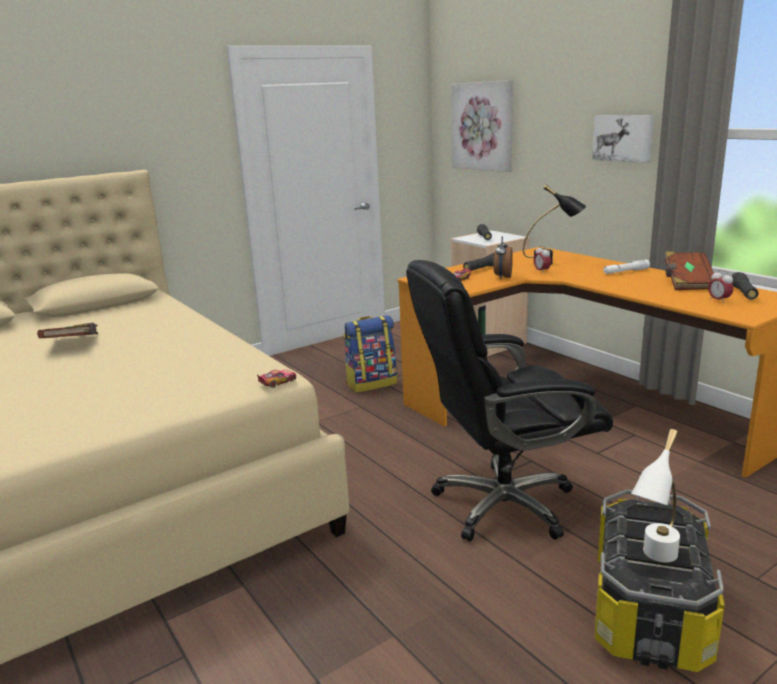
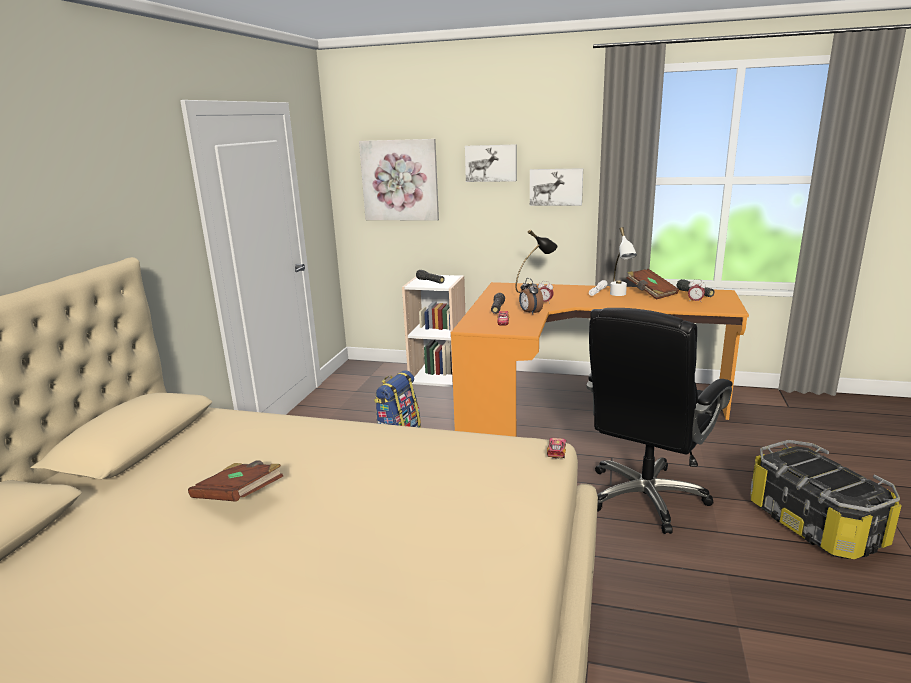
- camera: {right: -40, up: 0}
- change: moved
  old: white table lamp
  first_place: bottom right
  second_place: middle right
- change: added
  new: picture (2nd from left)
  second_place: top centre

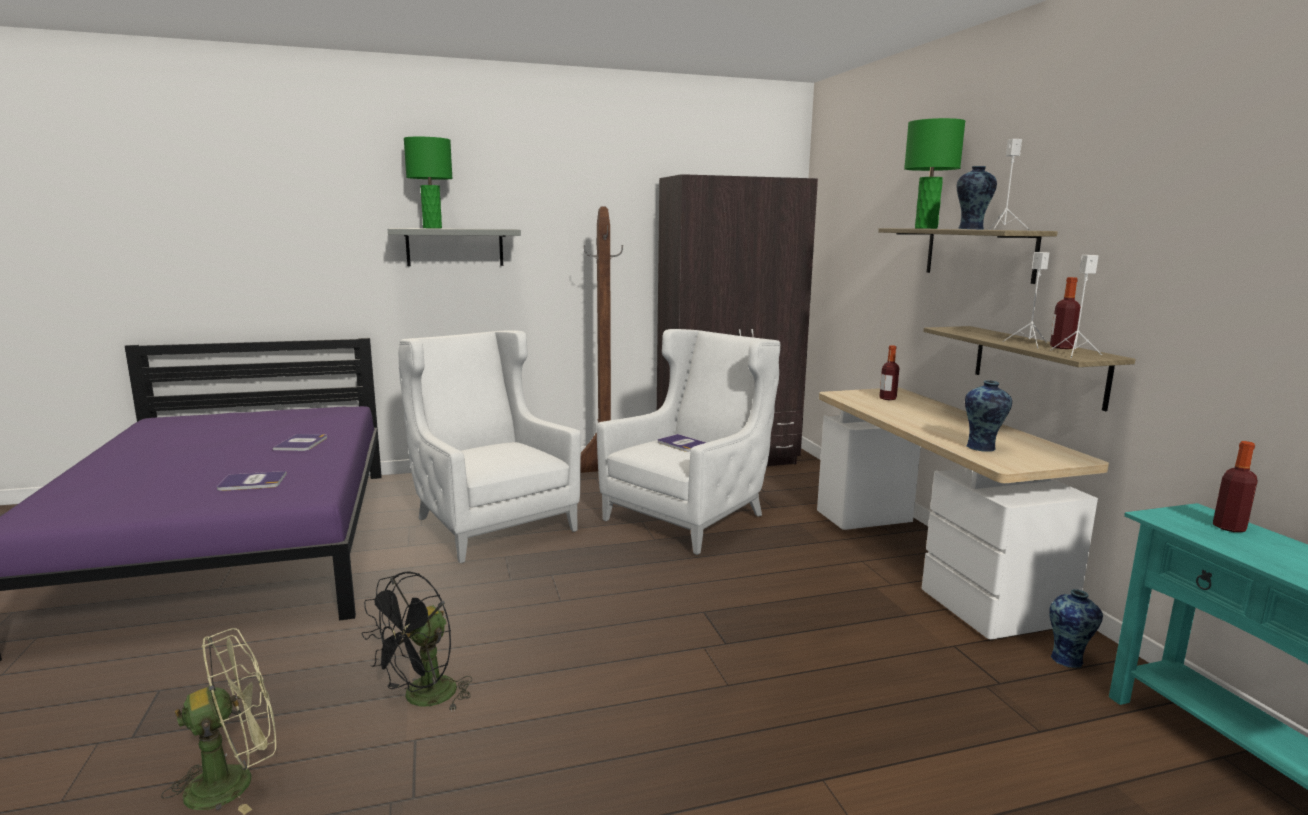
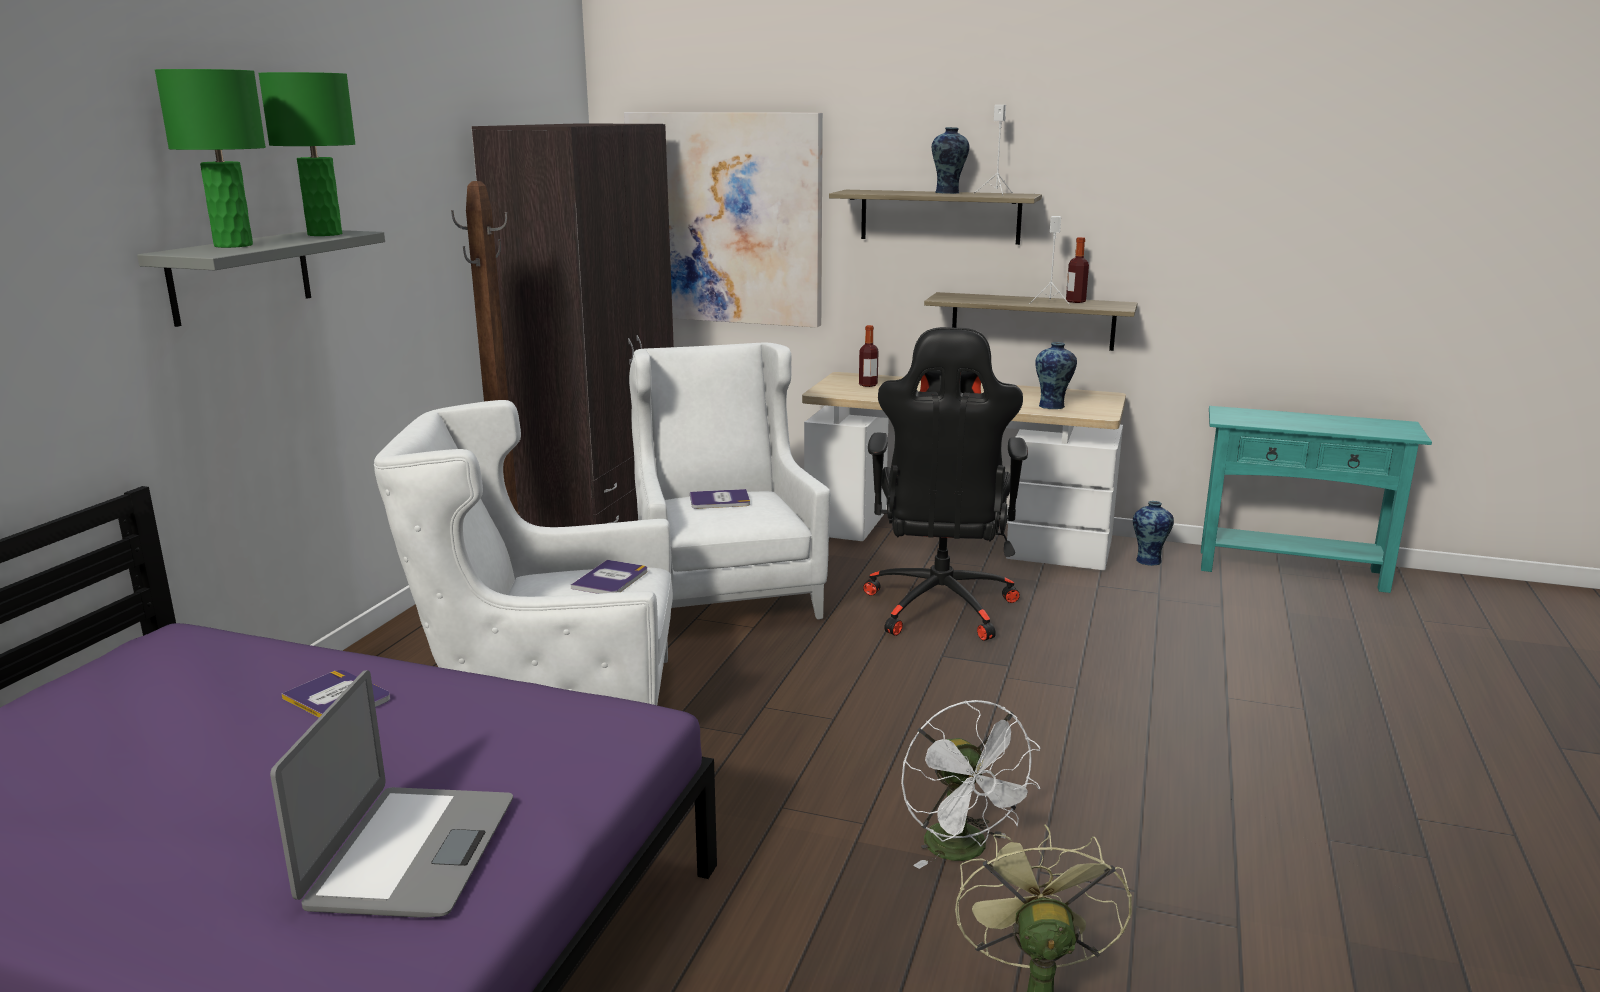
- camera: {right: -55, up: 5}
- change: moved
  old: book (1st from left in the first image)
  new: book (2nd from left)
  first_place: middle left
  second_place: centre
- change: recoloured
  old: black fan
  new: white fan
  first_place: bottom left
  second_place: bottom centre
- change: moved
  old: green table lamp (2nd from left)
  first_place: top right
  second_place: top left
- change: removed
  old: white speaker (3rd from left)
  first_place: middle right
- change: removed
  old: bottle (3rd from left)
  first_place: middle right
- change: added
  new: laptop
  second_place: bottom left
- change: added
  new: picture
  second_place: top centre
- change: added
  new: black office chair
  second_place: centre

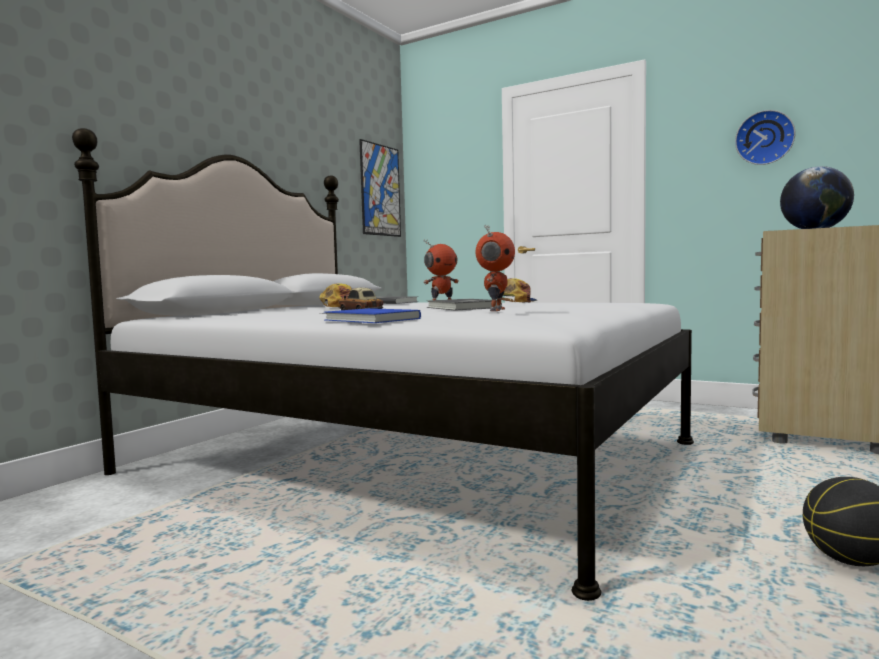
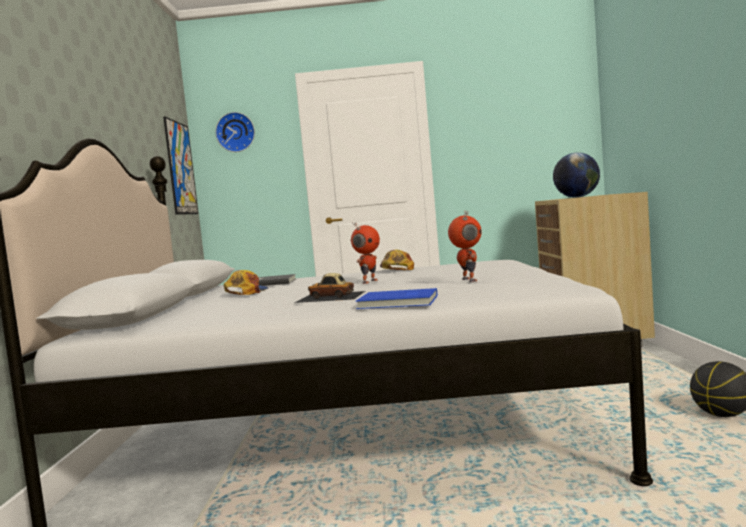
- camera: {right: -30, up: 0}
- change: removed
  old: grey book (2nd from left)
  first_place: centre
- change: moved
  old: wall clock
  first_place: top right
  second_place: top left

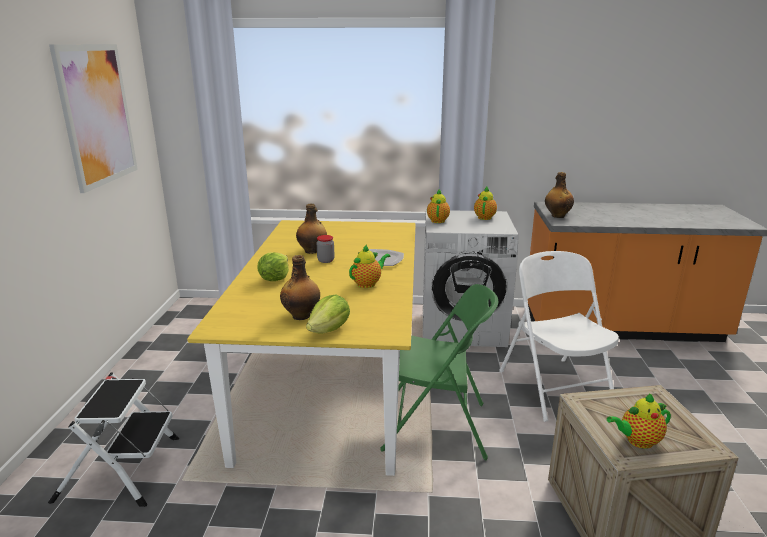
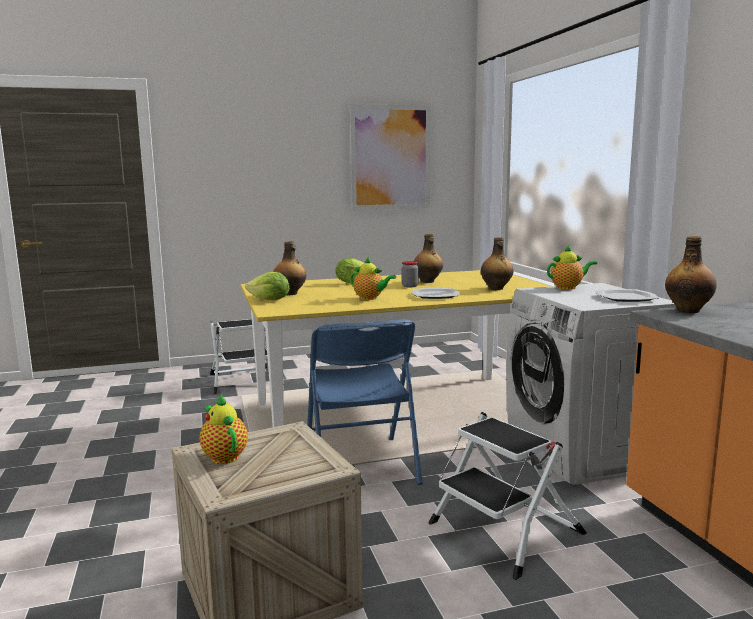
- camera: {right: 70, up: -10}
- change: recoloured
  old: green chair
  new: blue chair
  first_place: bottom centre
  second_place: centre
- change: replaced
  old: teapot (3rd from left)
  new: plate (2nd from left)
  first_place: centre
  second_place: middle right
- change: replaced
  old: white chair
  new: step ladder (2nd from left)
  first_place: middle right
  second_place: bottom right
- change: added
  new: bottle (3rd from left)
  second_place: centre

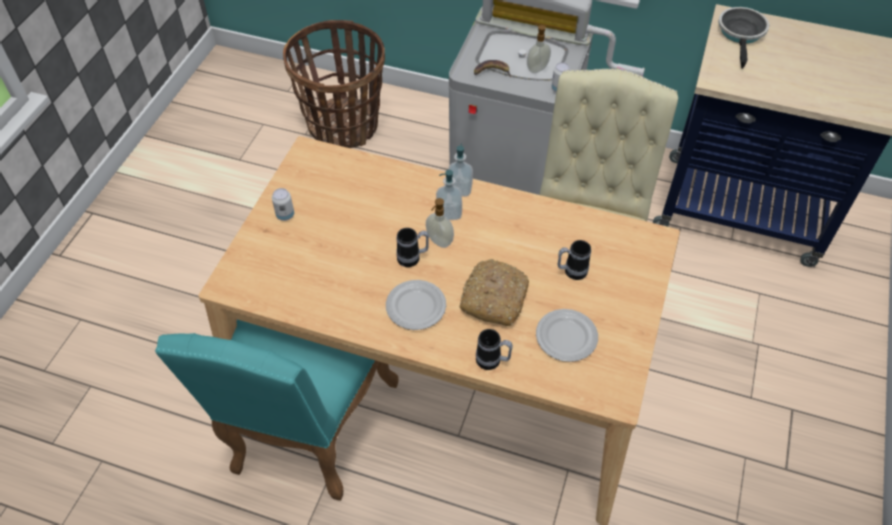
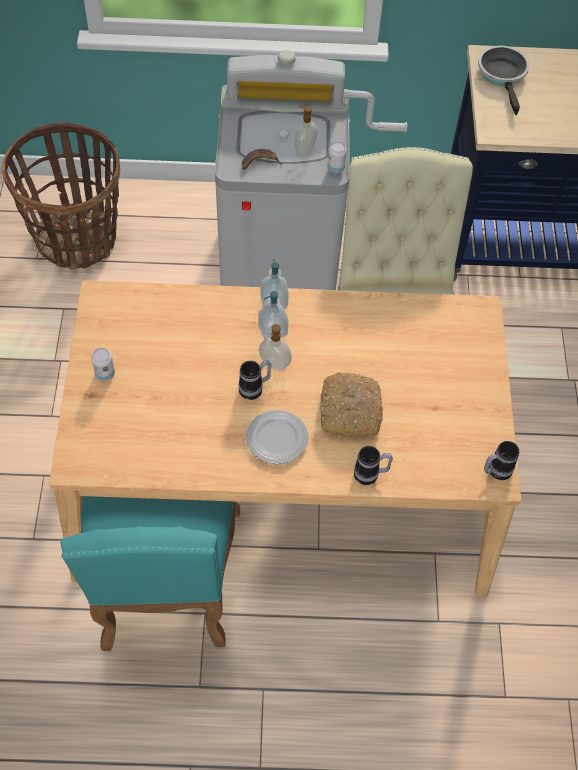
- camera: {right: -20, up: 5}
- change: removed
  old: plate (2nd from left)
  first_place: centre
- change: moved
  old: mug (3rd from left)
  first_place: centre
  second_place: middle right

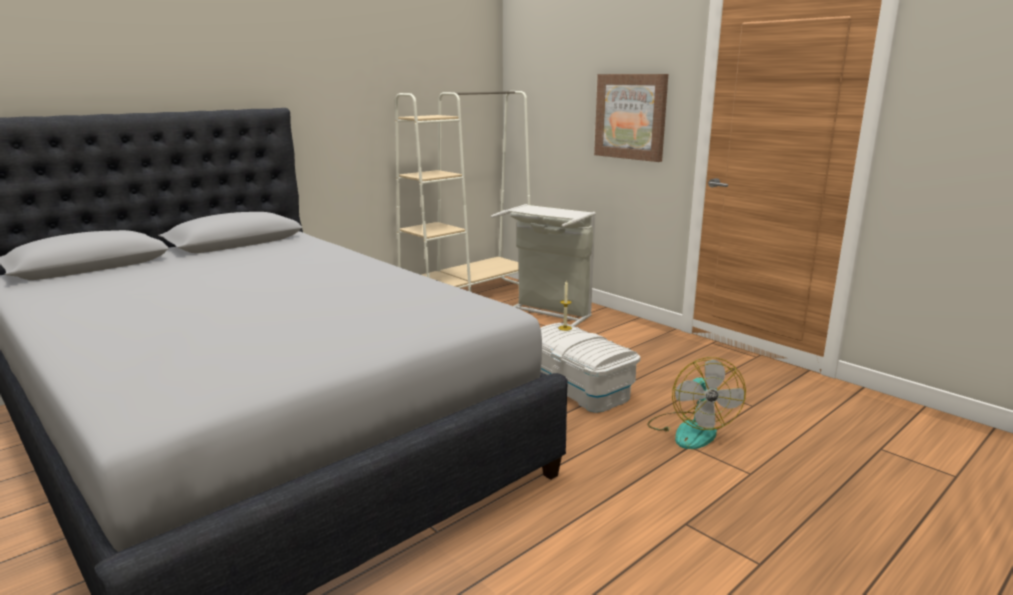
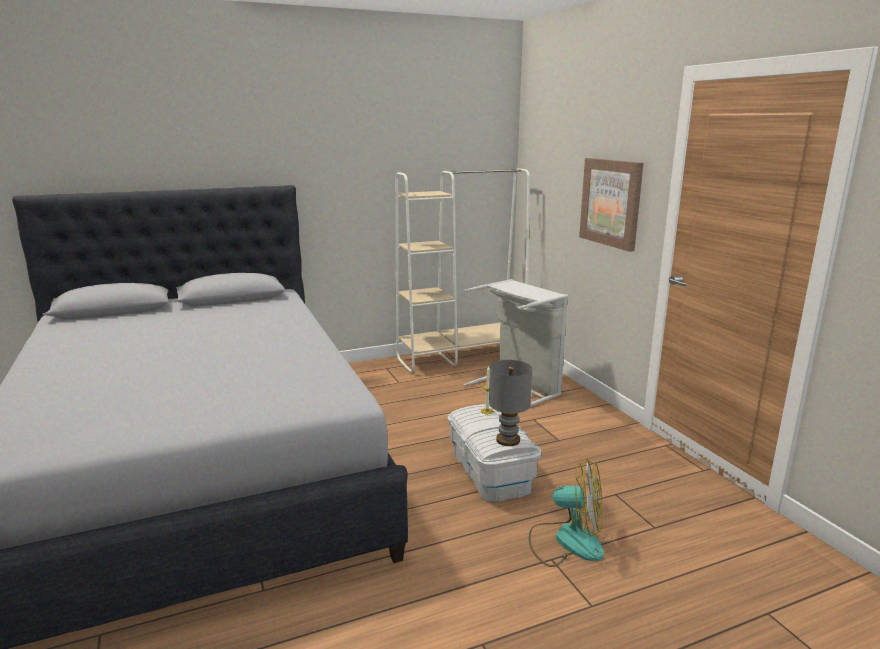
- camera: {right: 20, up: 0}
- change: turned
  old: fan
  first_place: bottom right
  second_place: bottom centre
  degrees: -90
- change: added
  new: grey table lamp
  second_place: centre

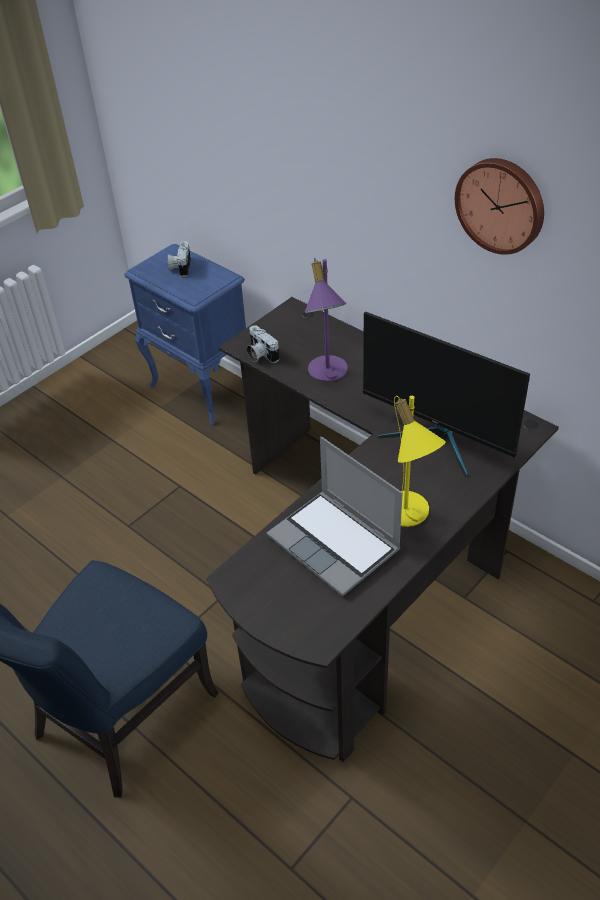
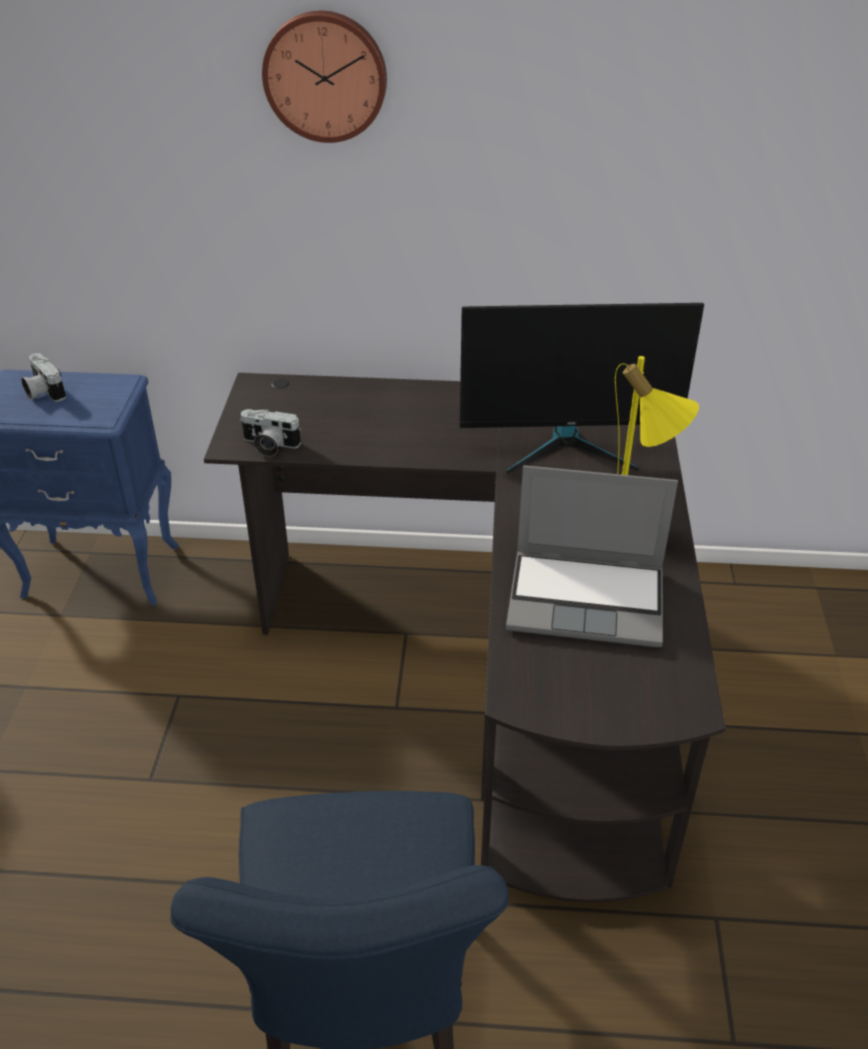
- camera: {right: -40, up: -5}
- change: removed
  old: purple table lamp
  first_place: centre
- change: moved
  old: wall clock
  first_place: top right
  second_place: top centre

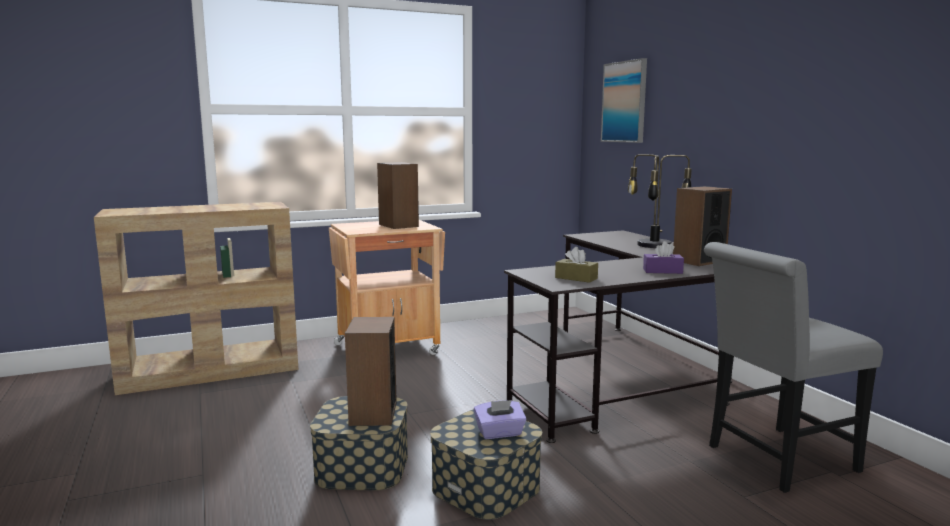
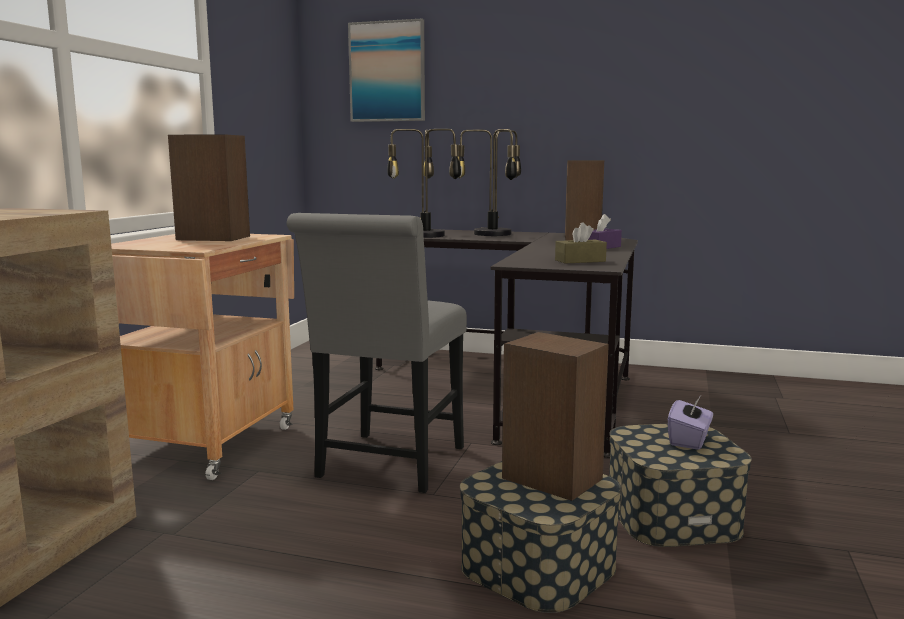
- camera: {right: -50, up: 0}
- change: moved
  old: grey chair
  first_place: bottom right
  second_place: centre
- change: added
  new: table lamp (1st from left)
  second_place: top centre

